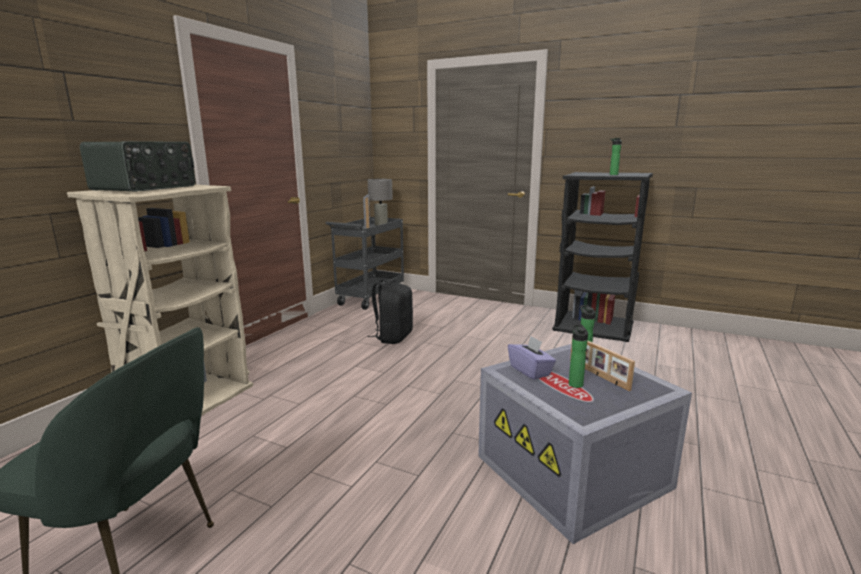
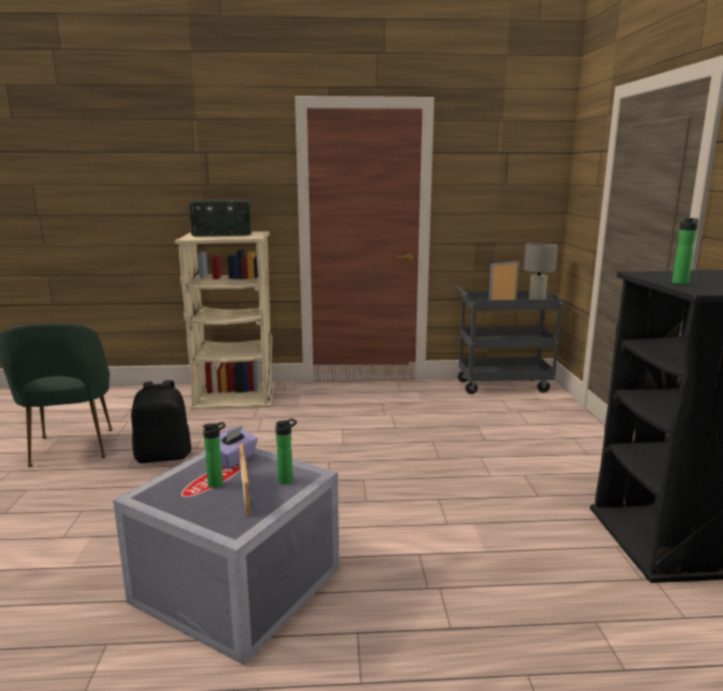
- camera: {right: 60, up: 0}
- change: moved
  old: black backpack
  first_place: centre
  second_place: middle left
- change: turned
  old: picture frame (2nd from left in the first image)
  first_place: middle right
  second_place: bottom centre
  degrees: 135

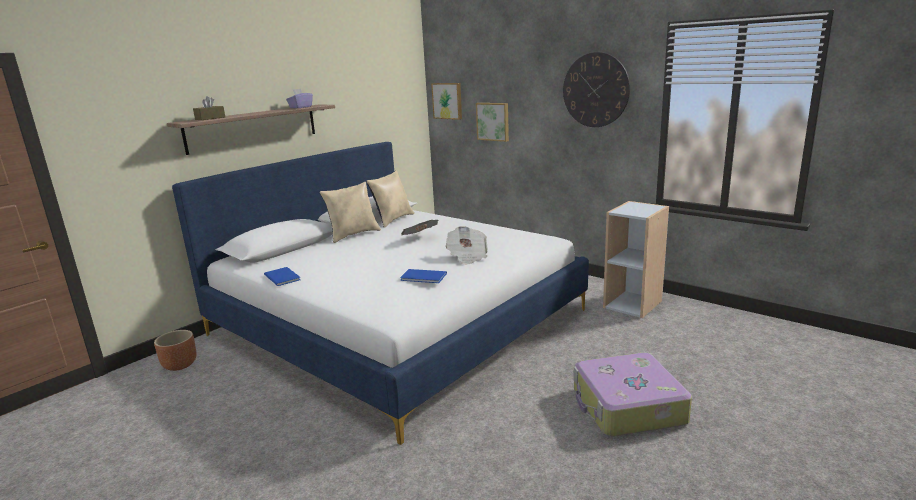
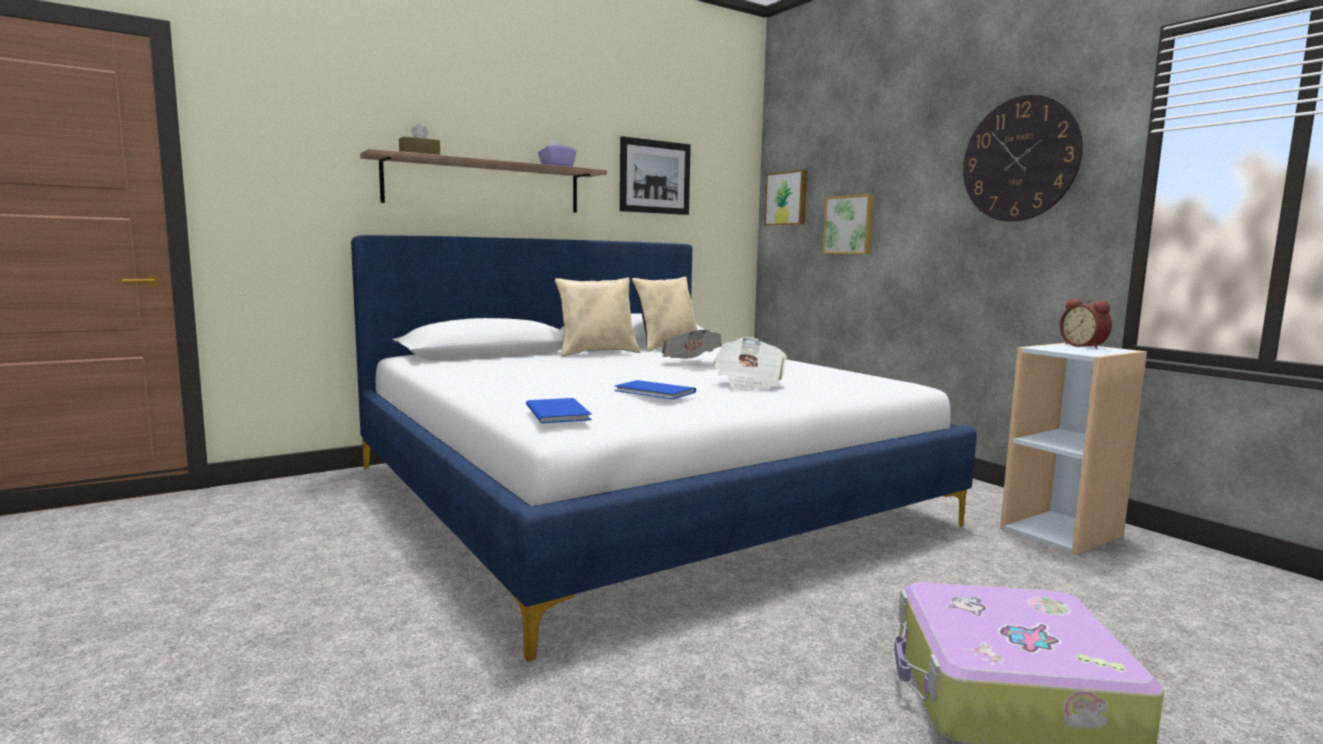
- camera: {right: 15, up: -10}
- change: removed
  old: brown planter
  first_place: bottom left
- change: moved
  old: blue book (1st from left)
  first_place: middle left
  second_place: centre
- change: added
  new: picture (1st from left)
  second_place: top centre
- change: added
  new: alarm clock
  second_place: middle right

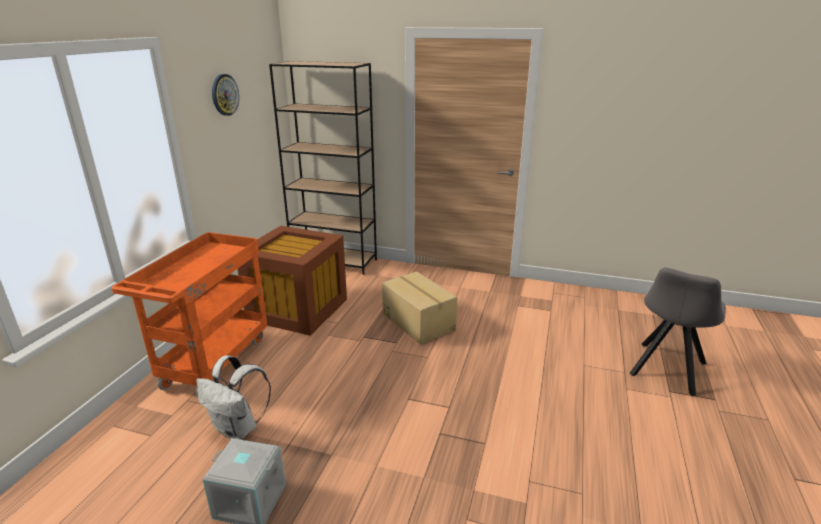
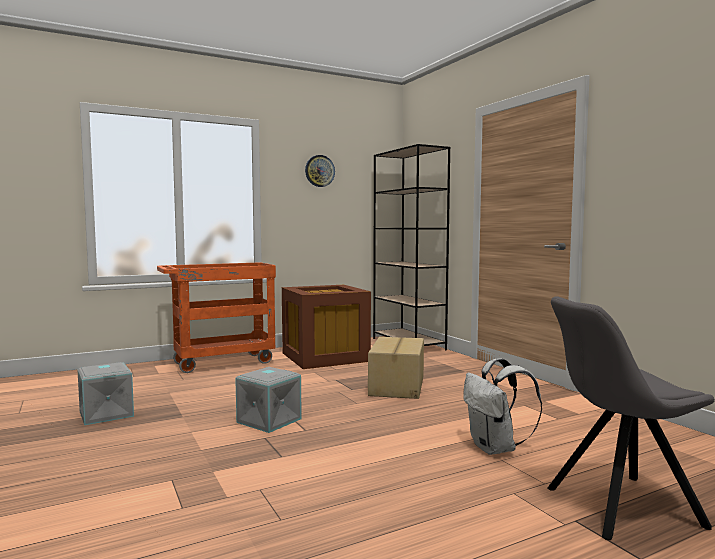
- camera: {right: 45, up: -20}
- change: moved
  old: white backpack
  first_place: bottom left
  second_place: bottom right
- change: added
  new: grey storage box (2nd from left)
  second_place: bottom centre

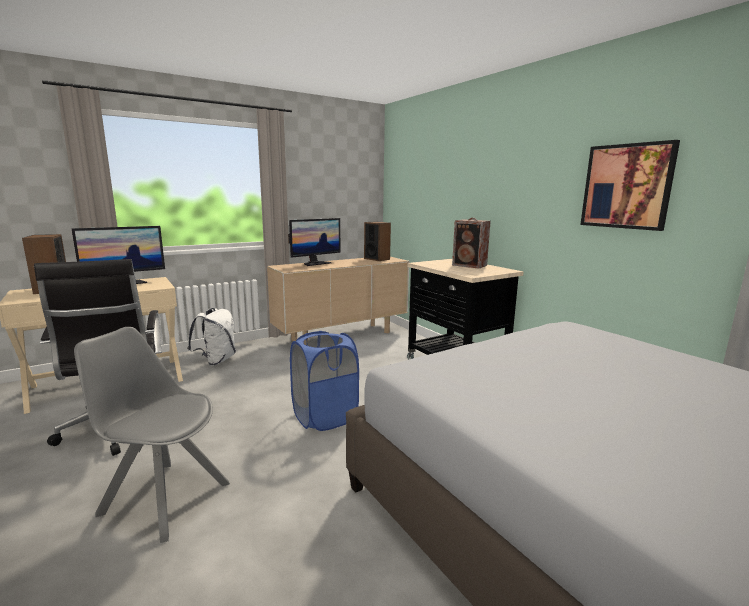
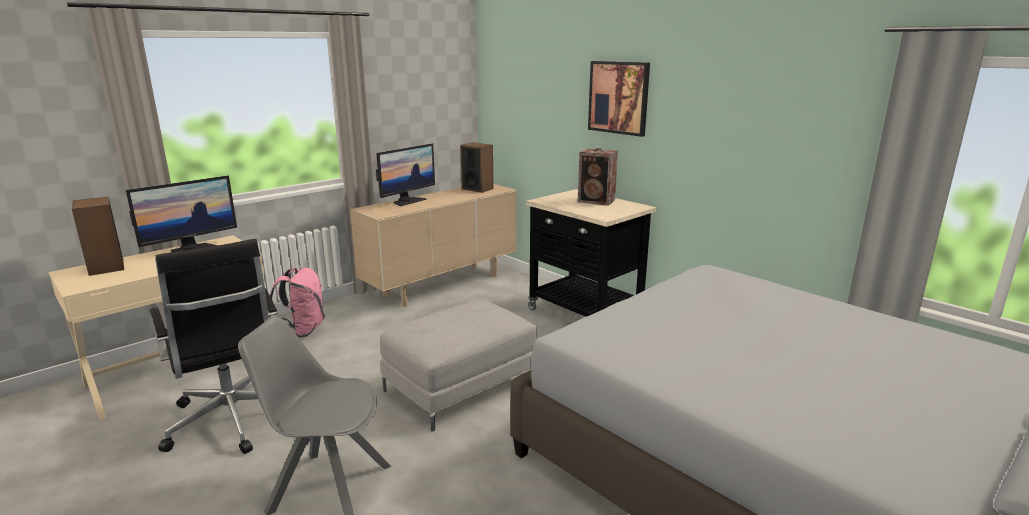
- camera: {right: -10, up: 5}
- change: recoloured
  old: white backpack
  new: pink backpack
  first_place: middle left
  second_place: middle left
- change: replaced
  old: blue laundry basket
  new: grey ottoman
  first_place: centre
  second_place: bottom centre
- change: moved
  old: picture
  first_place: top right
  second_place: top centre

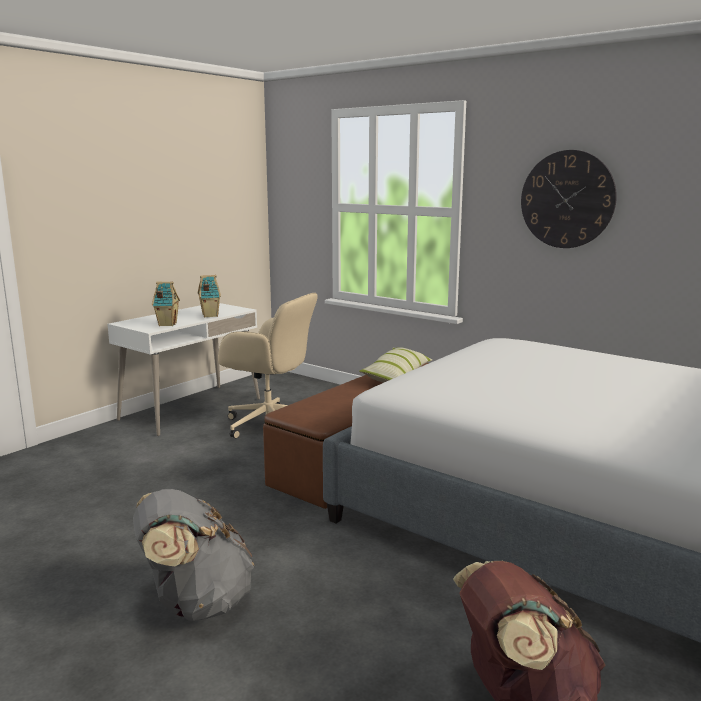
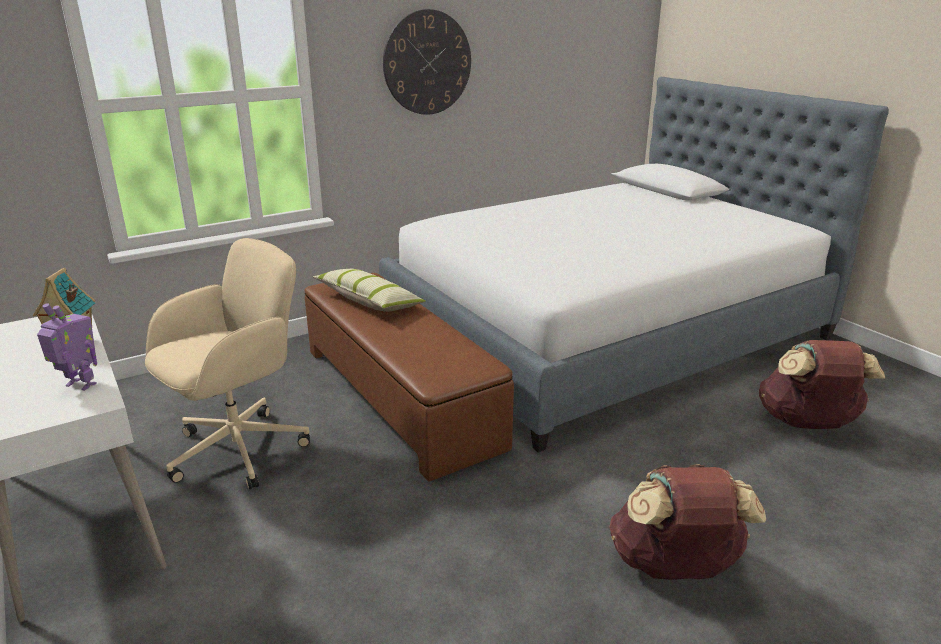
- camera: {right: -70, up: 10}
- change: recoloured
  old: grey backpack
  new: brown backpack (1st from left)
  first_place: bottom left
  second_place: bottom right
- change: replaced
  old: toy house (1st from left)
  new: toy robot
  first_place: middle left
  second_place: middle left

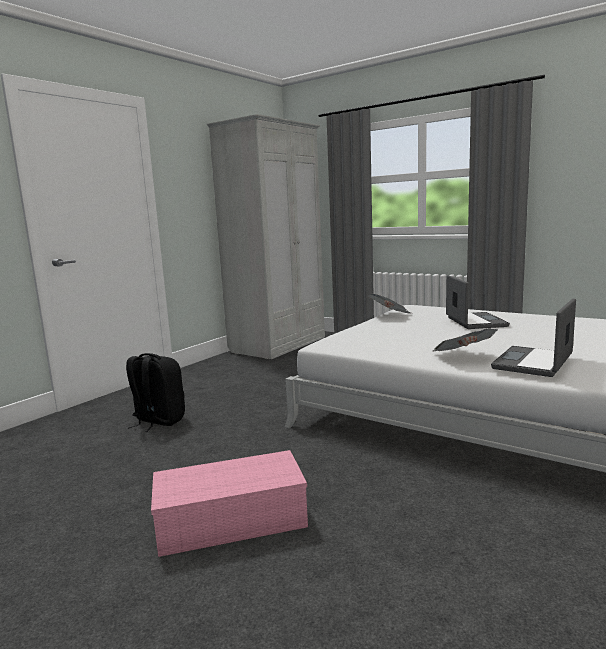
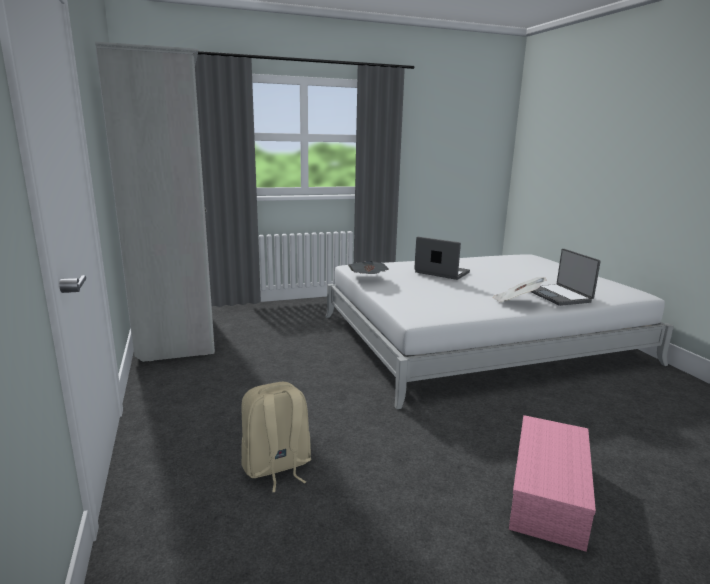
- camera: {right: -55, up: 5}
- change: recoloured
  old: black backpack
  new: beige backpack
  first_place: middle left
  second_place: bottom centre

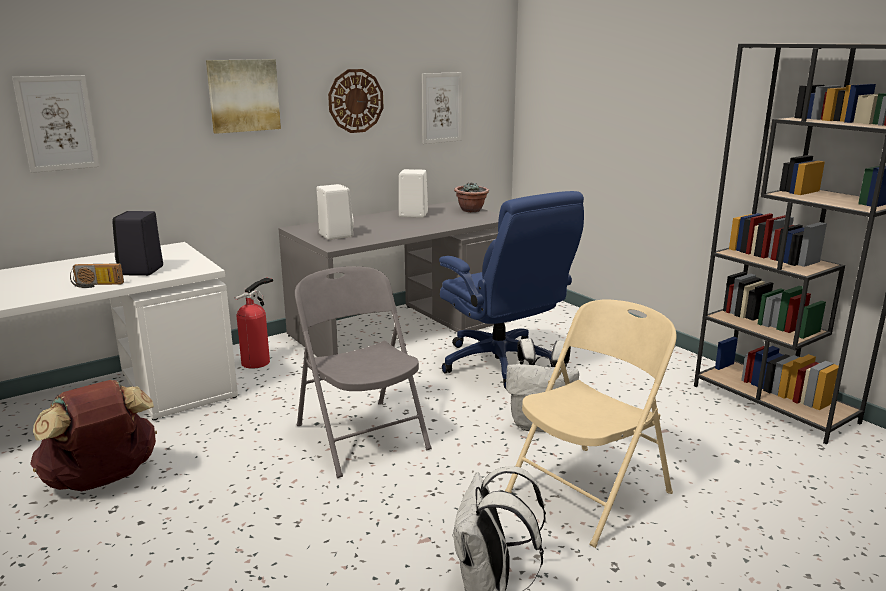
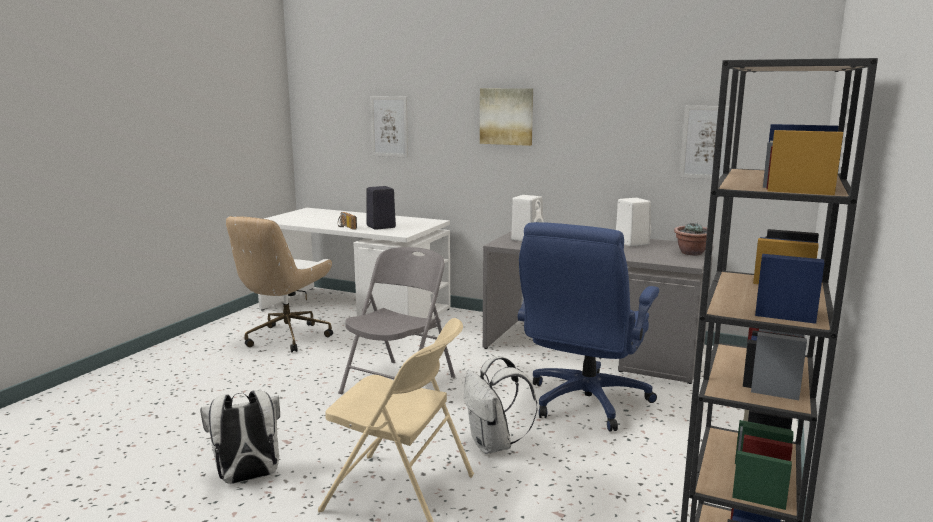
- camera: {right: 60, up: -5}
- change: replaced
  old: brown backpack
  new: white office chair
  first_place: bottom left
  second_place: middle left
- change: removed
  old: fire extinguisher
  first_place: middle left
- change: removed
  old: wall clock
  first_place: top centre

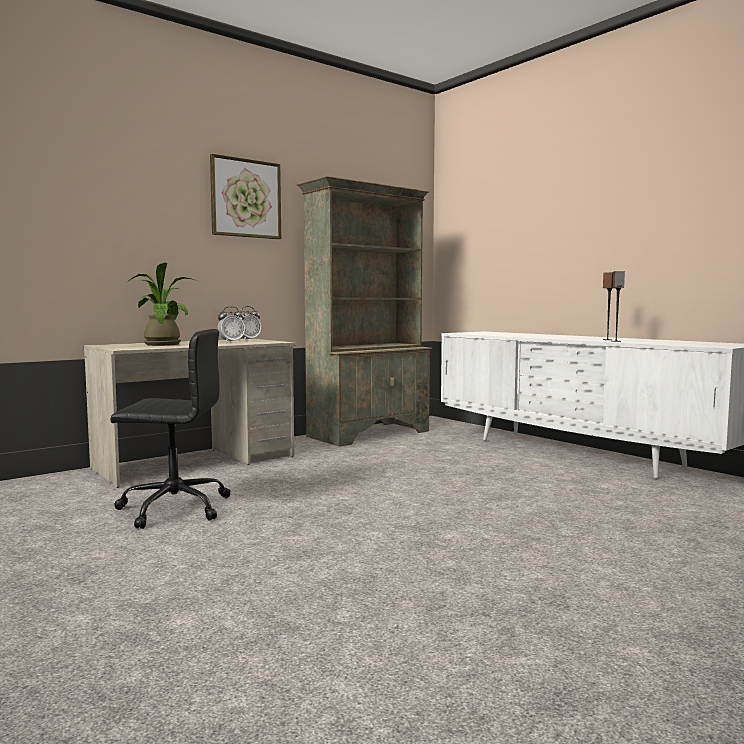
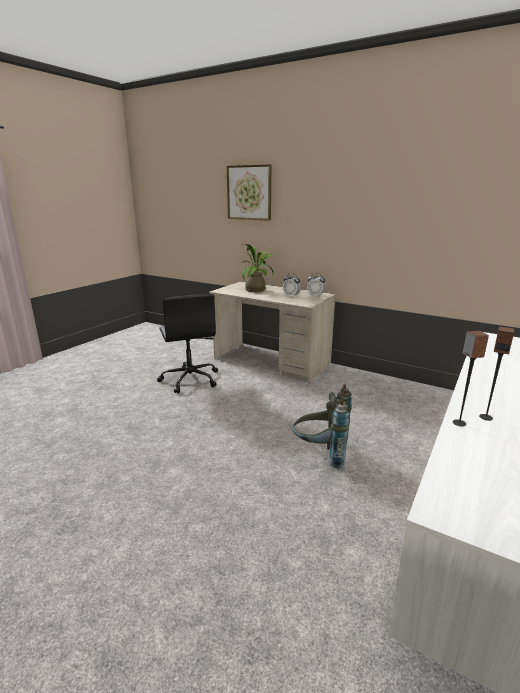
- camera: {right: 70, up: 15}
- change: moved
  old: picture
  first_place: top left
  second_place: top centre
- change: removed
  old: green bookcase
  first_place: centre
- change: added
  new: grey backpack
  second_place: centre

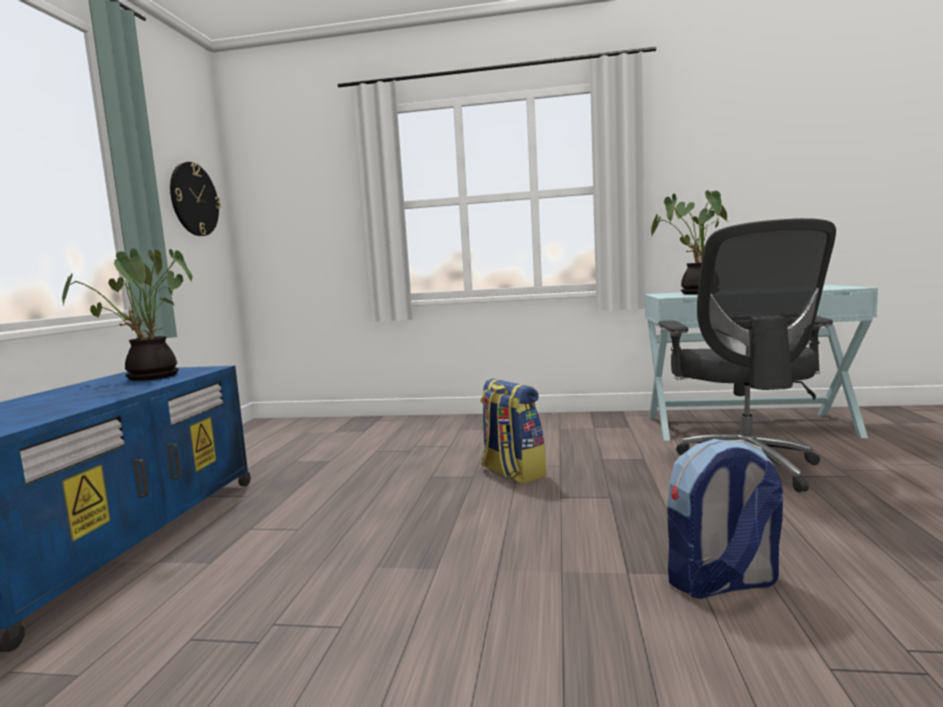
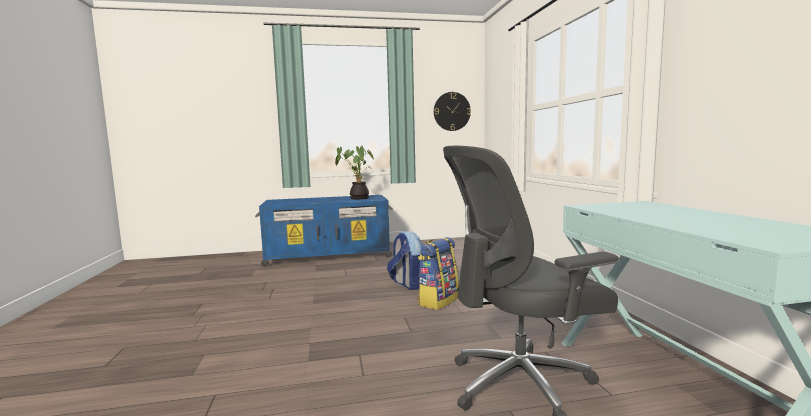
- camera: {right: 70, up: 0}
- change: removed
  old: potted plant (2nd from left)
  first_place: middle right
- change: moved
  old: backpack (2nd from left in the first image)
  new: backpack (1st from left)
  first_place: bottom right
  second_place: centre

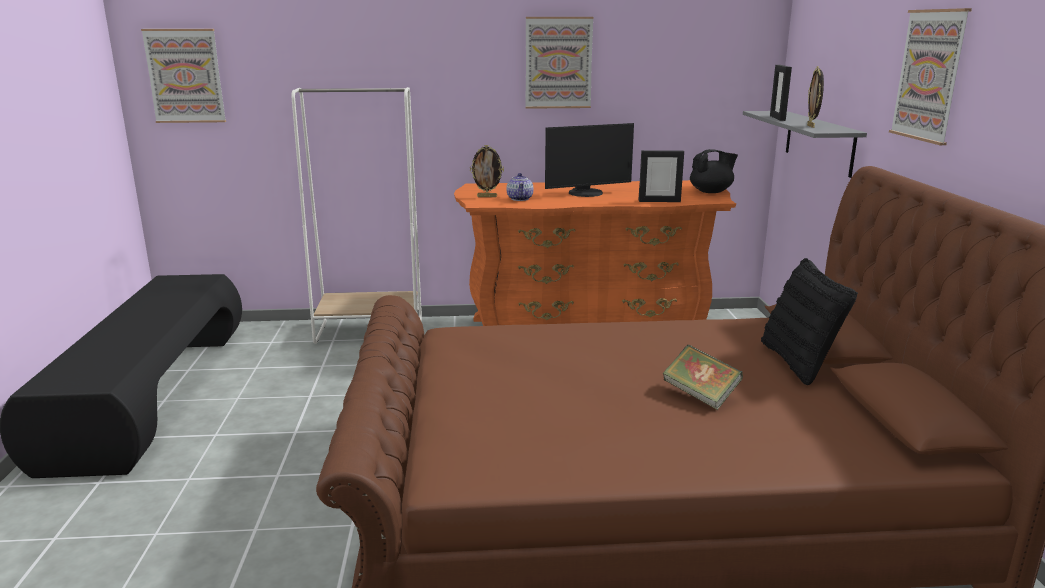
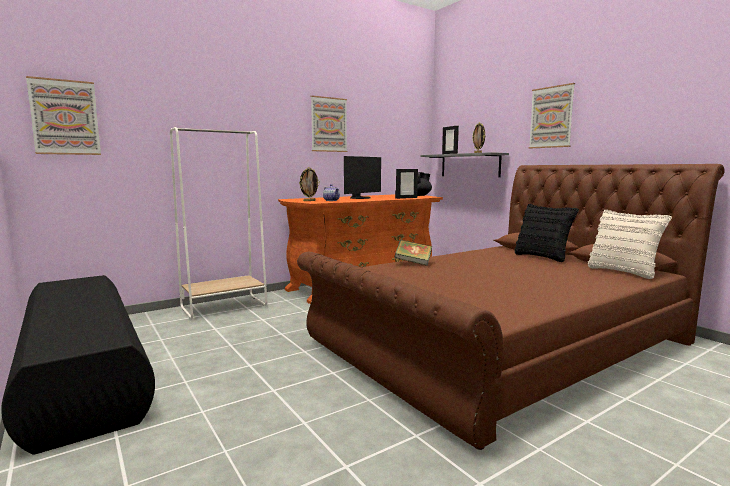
- camera: {right: -30, up: -10}
- change: moved
  old: book
  first_place: middle right
  second_place: centre
- change: added
  new: beige pillow
  second_place: middle right

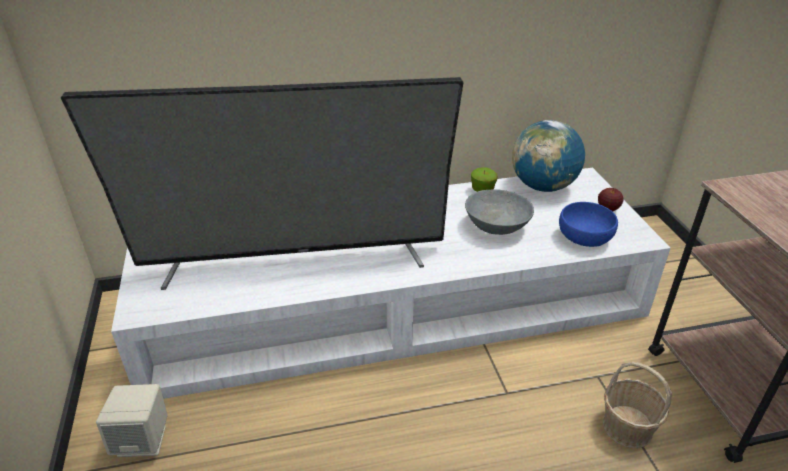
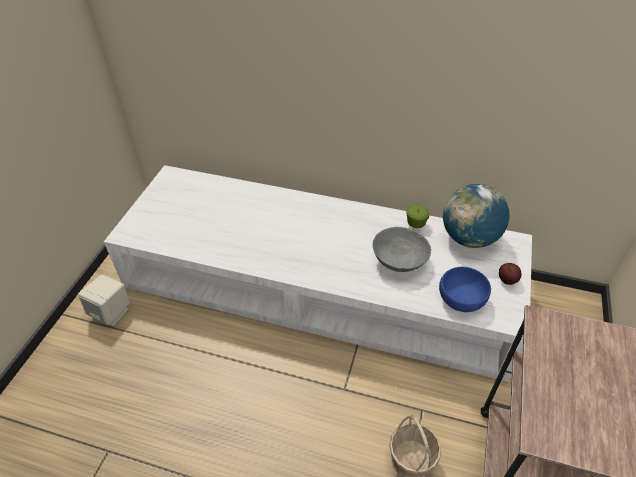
- camera: {right: 30, up: 10}
- change: removed
  old: television
  first_place: middle left

